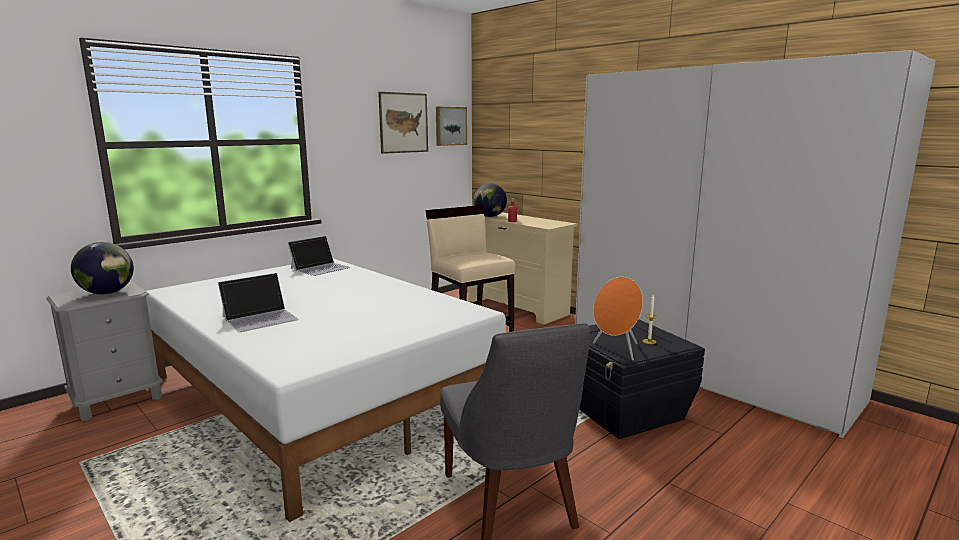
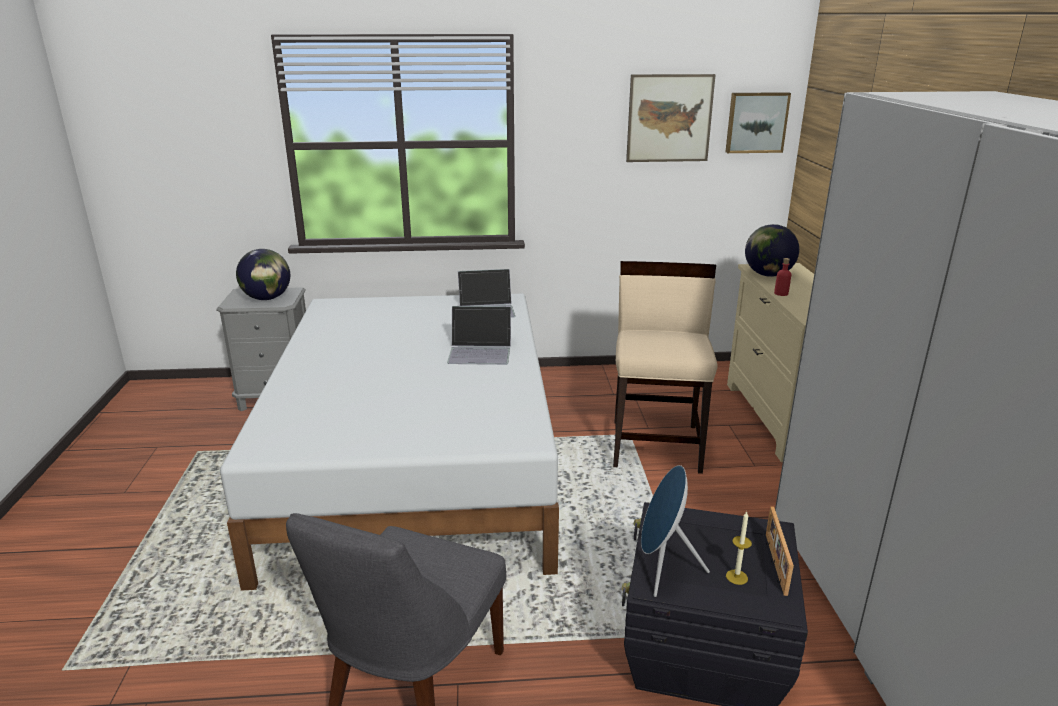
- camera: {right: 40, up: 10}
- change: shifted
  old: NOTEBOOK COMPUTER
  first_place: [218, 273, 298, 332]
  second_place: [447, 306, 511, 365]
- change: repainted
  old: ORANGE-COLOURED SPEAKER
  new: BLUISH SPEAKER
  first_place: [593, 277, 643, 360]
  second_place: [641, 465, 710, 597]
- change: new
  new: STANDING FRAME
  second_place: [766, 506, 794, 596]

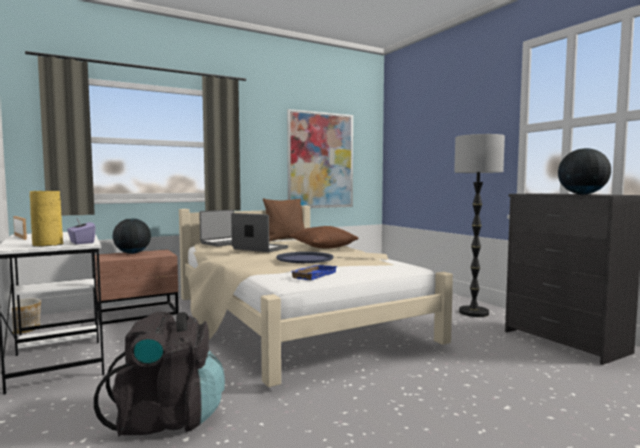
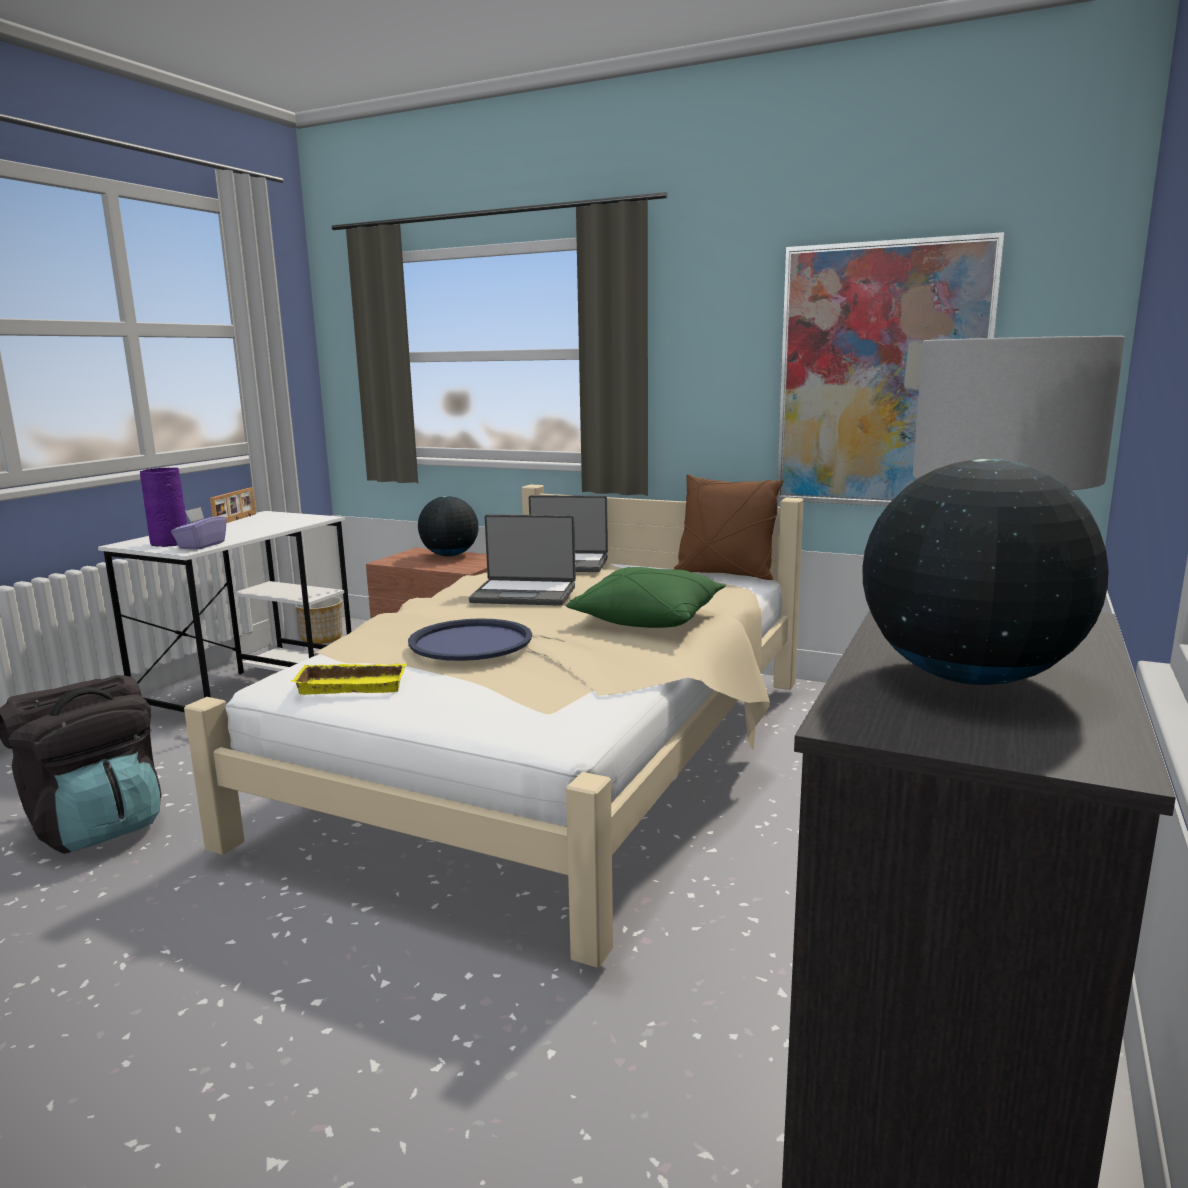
- camera: {right: 55, up: 10}
- change: repainted
  old: YELLOW FLOWER VASE
  new: PURPLISH FLOWER VASE
  first_place: [30, 191, 63, 247]
  second_place: [140, 468, 187, 547]
- change: rotated
  old: NOTEBOOK COMPUTER
  first_place: [231, 213, 288, 252]
  second_place: [469, 514, 576, 606]
  degrees: 105
- change: repainted
  old: BROWNISH PILLOW
  new: GREENISH PILLOW
  first_place: [290, 226, 359, 248]
  second_place: [566, 567, 726, 628]
- change: repainted
  old: BLUISH SERVING TRAY
  new: YELLOW SERVING TRAY
  first_place: [290, 265, 338, 280]
  second_place: [291, 663, 407, 695]

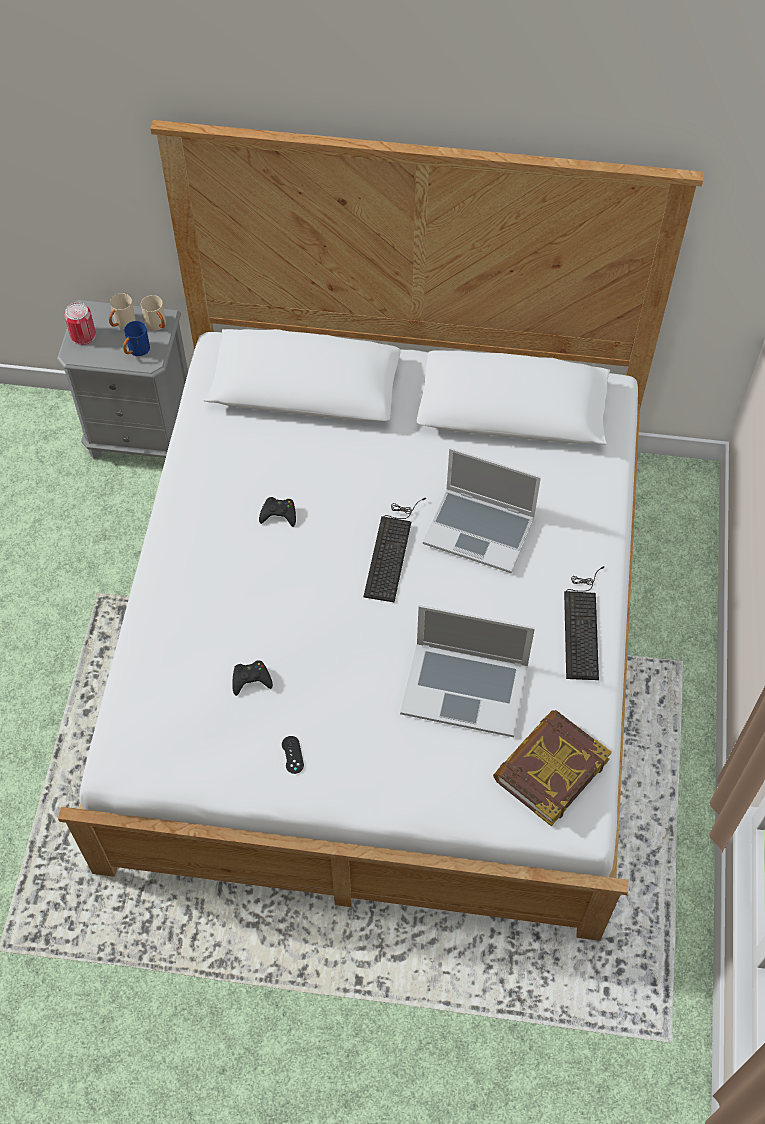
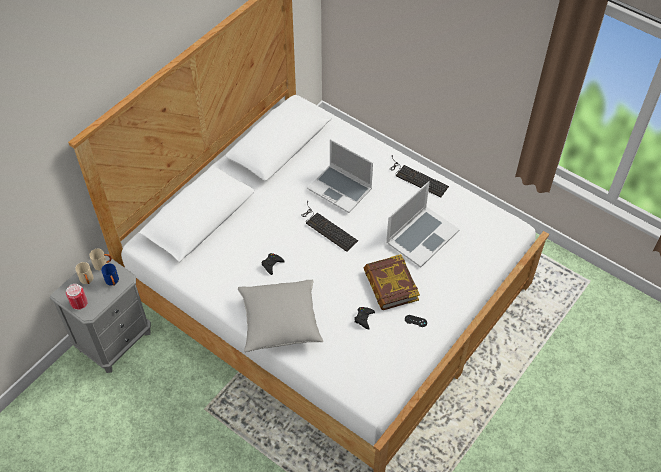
- camera: {right: -60, up: -5}
- change: rotated
  old: NOTEBOOK COMPUTER
  first_place: [423, 448, 541, 573]
  second_place: [307, 139, 373, 213]
  degrees: 75
- change: shifted
  old: BOUND BOOK
  first_place: [493, 710, 612, 826]
  second_place: [364, 254, 420, 310]
- change: new
  new: GREYISH PILLOW
  second_place: [238, 280, 323, 352]

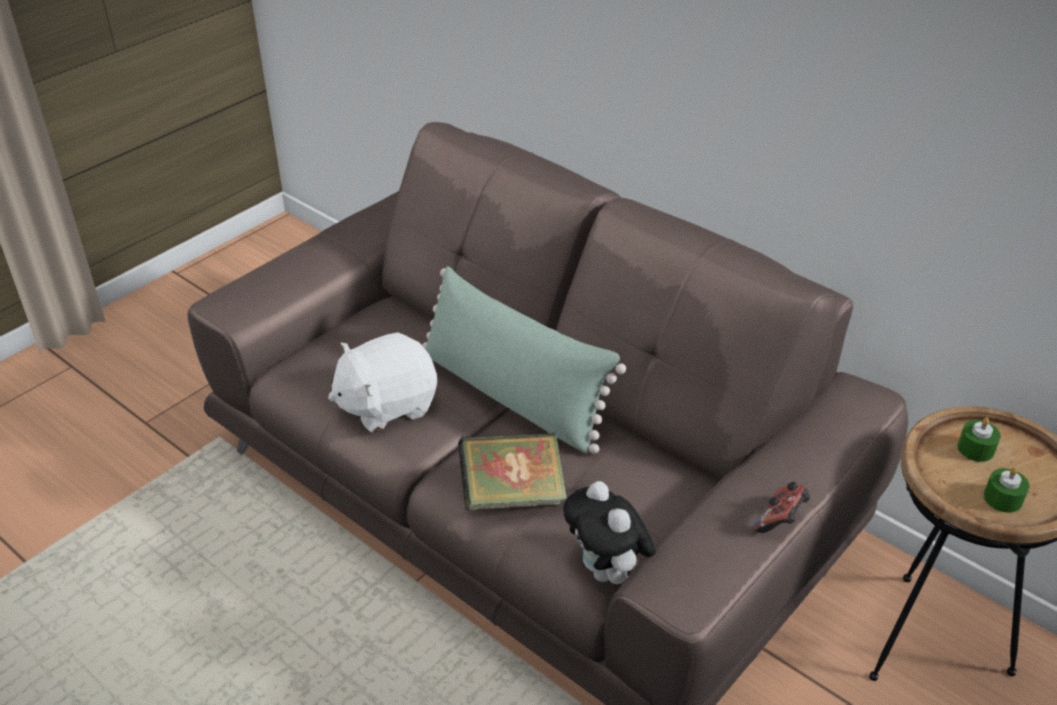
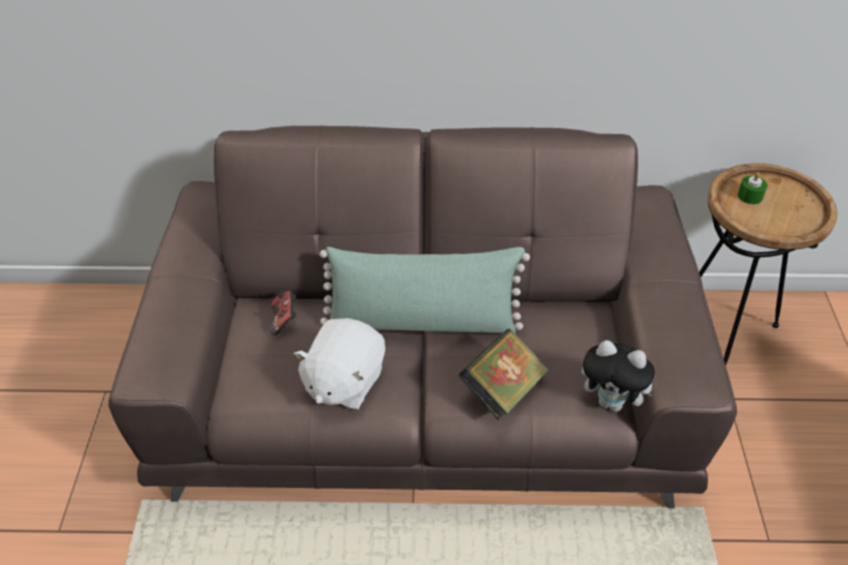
- camera: {right: -40, up: 5}
- change: gone
  old: GREENISH CANDLE
  first_place: [984, 467, 1030, 513]
- change: shifted
  old: JOYPAD
  first_place: [754, 482, 810, 533]
  second_place: [270, 291, 296, 335]

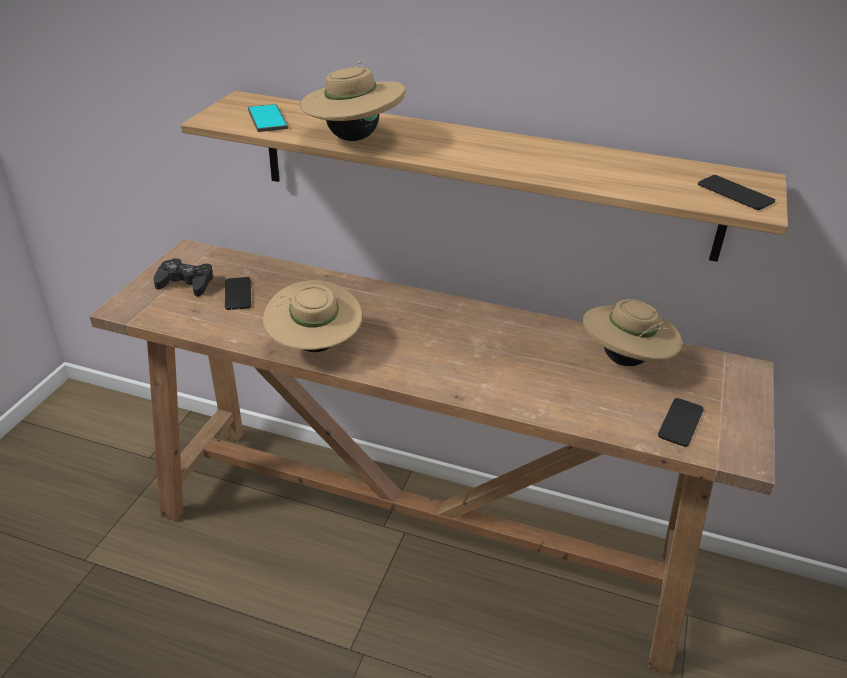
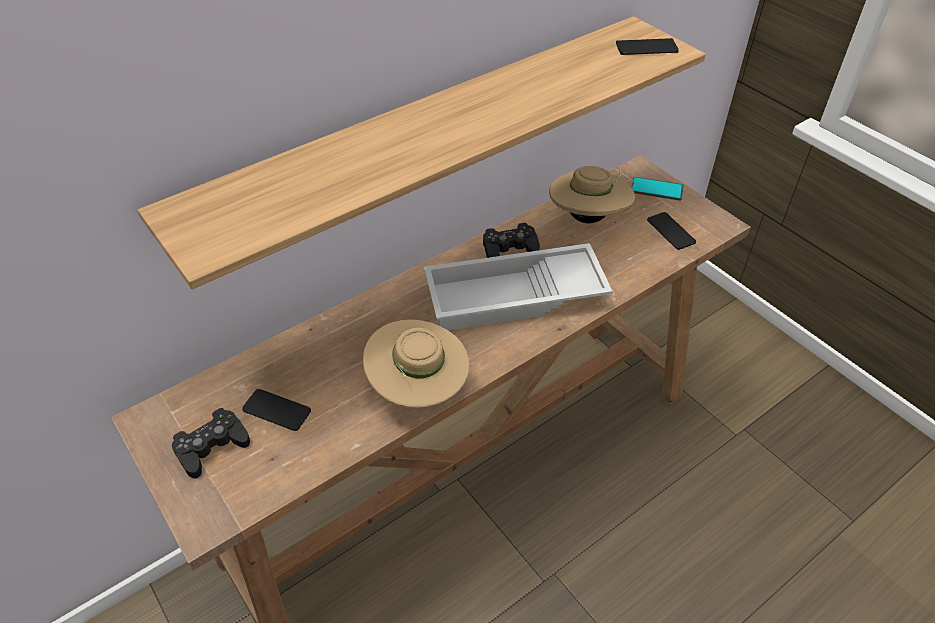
- camera: {right: -55, up: 10}
- change: gone
  old: BEIGE HAT
  first_place: [300, 59, 405, 141]
- change: shifted
  old: HANDSET
  first_place: [248, 104, 288, 132]
  second_place: [632, 177, 684, 201]
- change: new
  new: BLACKISH JOYPAD
  second_place: [483, 222, 540, 258]
- change: new
  new: WHITISH SERVING TRAY
  second_place: [424, 243, 613, 330]

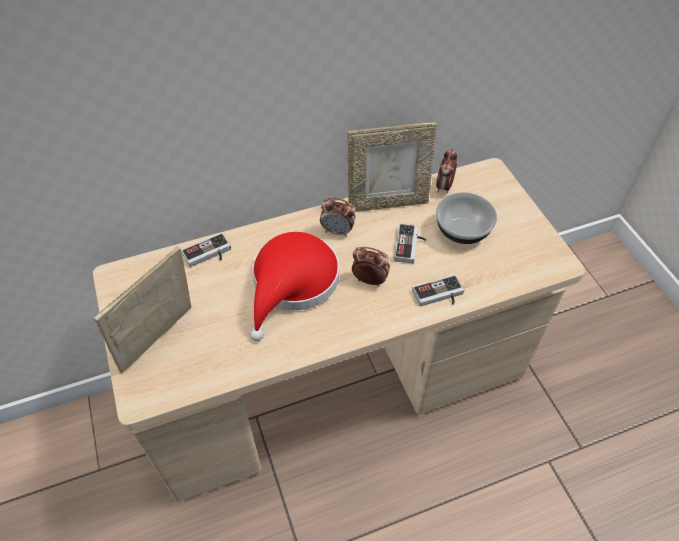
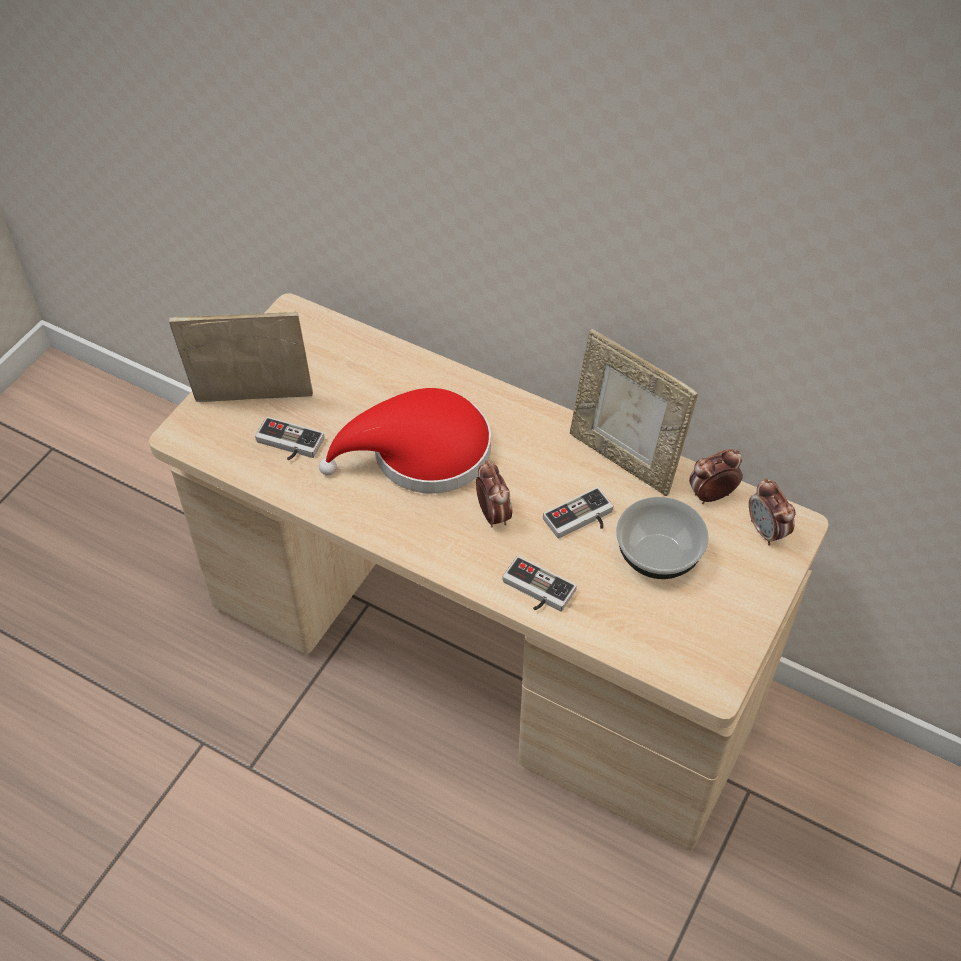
- camera: {right: 50, up: 0}
- change: shifted
  old: TABLE CLOCK
  first_place: [320, 198, 355, 237]
  second_place: [749, 478, 795, 546]
- change: shifted
  old: JOYPAD
  first_place: [181, 233, 231, 267]
  second_place: [255, 417, 324, 460]

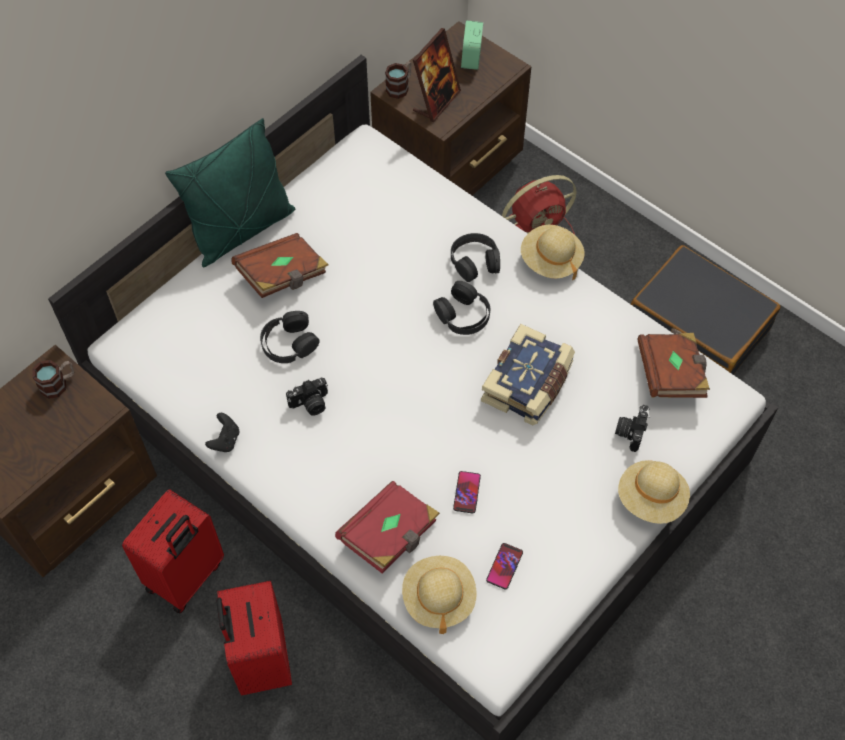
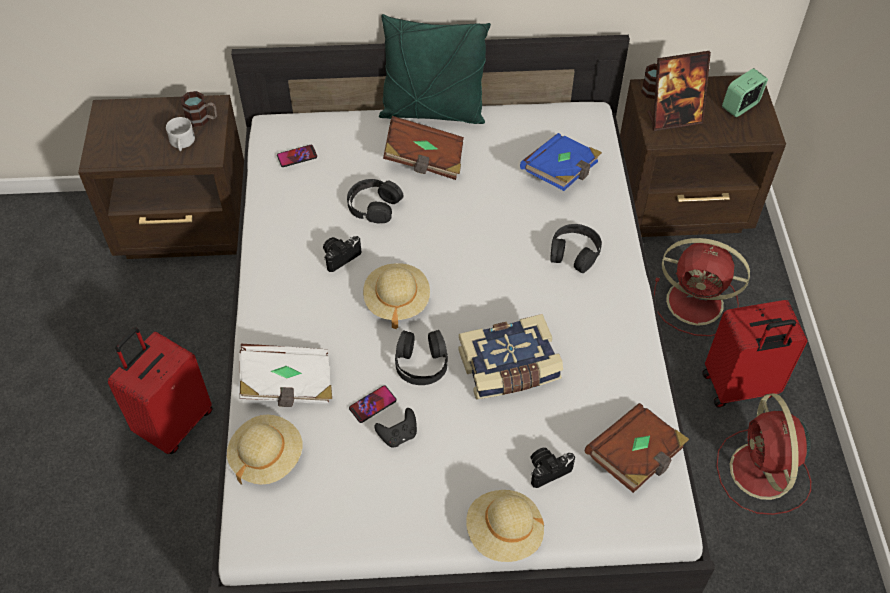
- camera: {right: 45, up: -5}
- change: shifted
  old: BEIGE HAT
  first_place: [521, 225, 584, 280]
  second_place: [363, 263, 430, 329]
- change: swapped
  old: BLACKISH SUITCASE
  new: RED FAN
  first_place: [631, 245, 780, 375]
  second_place: [716, 394, 811, 515]
- change: shifted
  old: BLACKISH HEADSET
  first_place: [433, 281, 490, 335]
  second_place: [395, 330, 448, 385]
- change: rotated
  old: STILL CAMERA
  first_place: [286, 378, 328, 416]
  second_place: [323, 236, 361, 272]
  degrees: 120
- change: shifted
  old: BLACKISH JOYPAD
  first_place: [205, 413, 239, 452]
  second_place: [375, 408, 417, 447]
- change: repainted
  old: RED BOUND BOOK
  new: WHITISH BOUND BOOK
  first_place: [335, 481, 440, 574]
  second_place: [239, 343, 332, 407]
- change: shifted
  old: RED SUITCASE
  first_place: [122, 489, 224, 613]
  second_place: [702, 300, 807, 408]
- change: shifted
  old: HANDSET
  first_place: [486, 543, 523, 590]
  second_place: [277, 145, 317, 167]
- change: new
  new: WHITISH COFFEE MUG
  second_place: [166, 117, 195, 151]
- change: new
  new: BLUISH BOUND BOOK
  second_place: [520, 133, 602, 191]

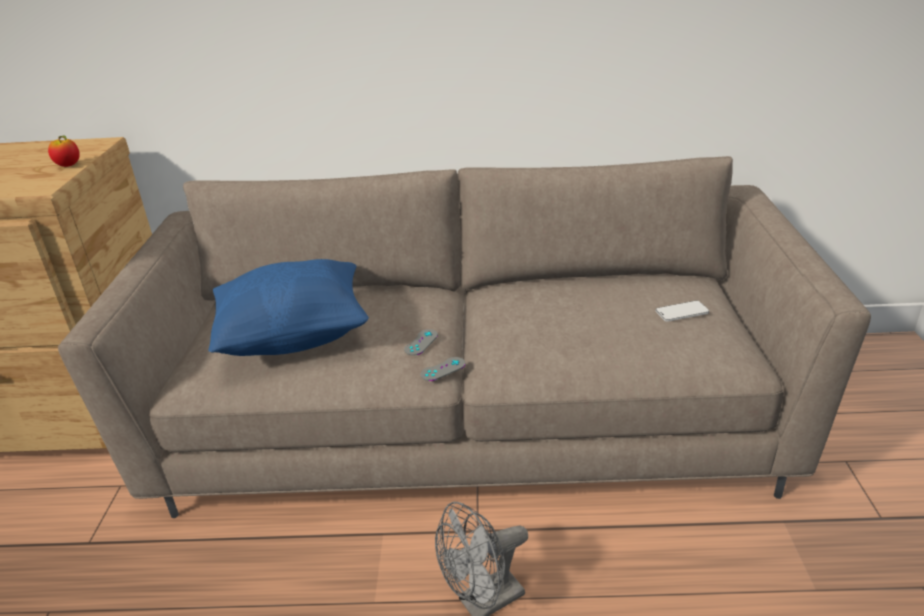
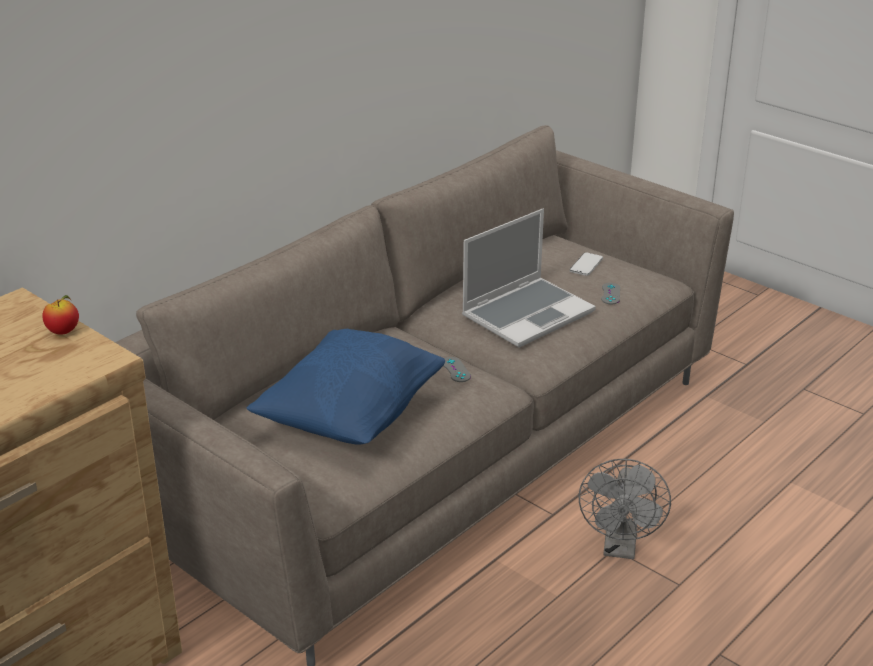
- camera: {right: -50, up: 0}
- change: shifted
  old: GREYISH JOYPAD
  first_place: [420, 357, 465, 381]
  second_place: [601, 283, 620, 304]
- change: new
  new: NOTEBOOK COMPUTER
  second_place: [462, 209, 596, 347]

